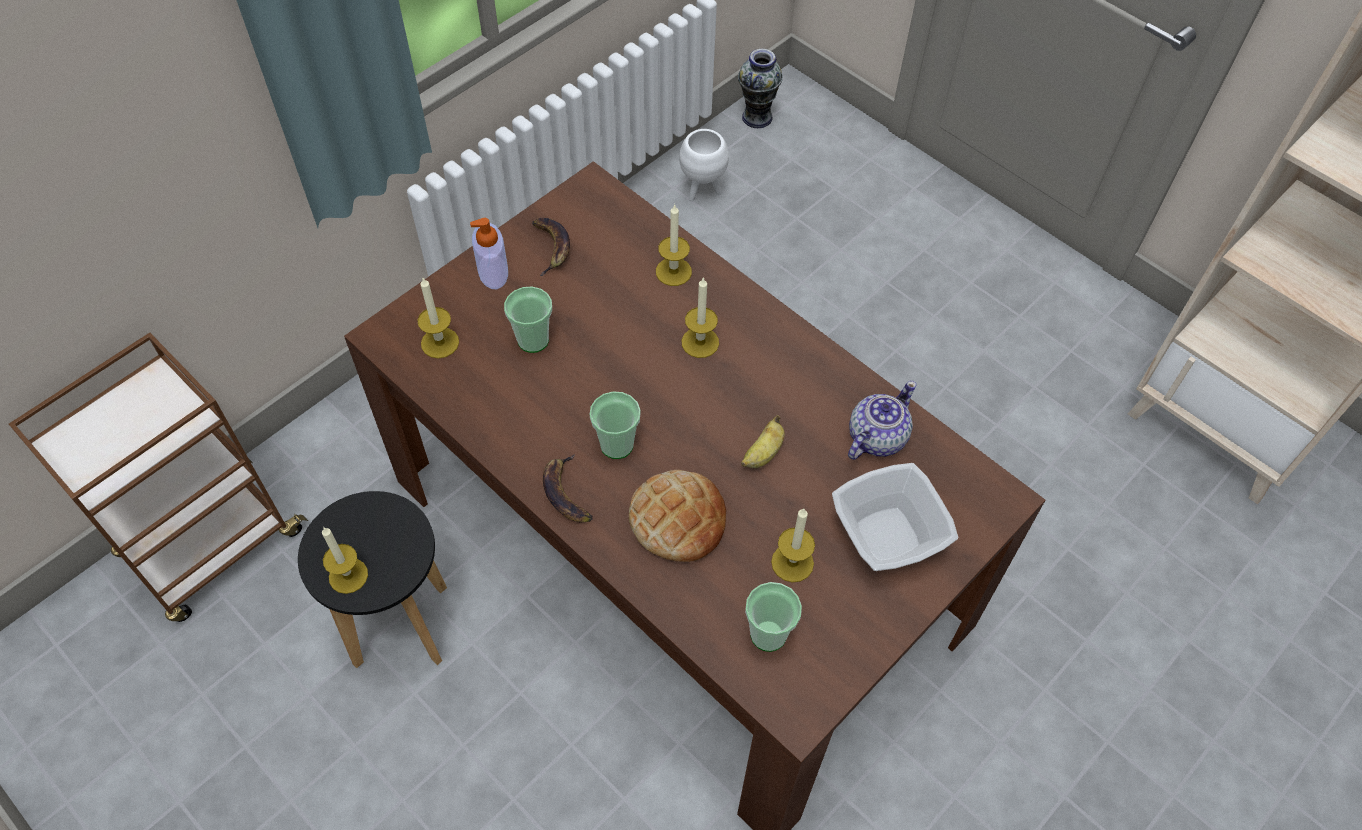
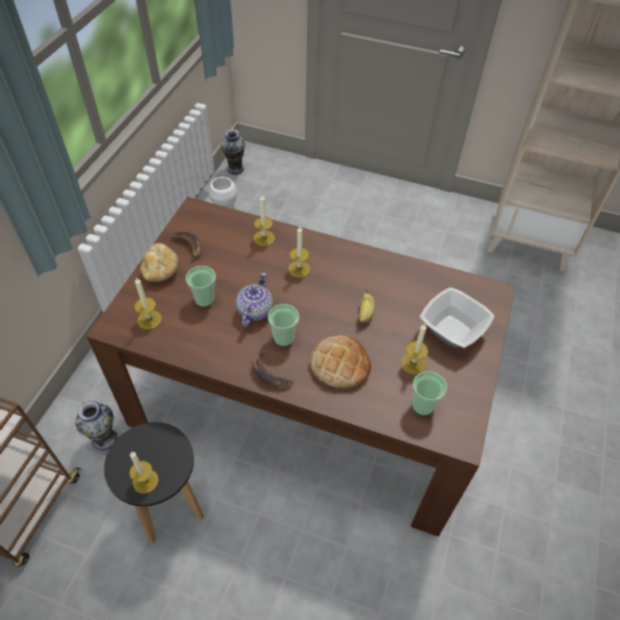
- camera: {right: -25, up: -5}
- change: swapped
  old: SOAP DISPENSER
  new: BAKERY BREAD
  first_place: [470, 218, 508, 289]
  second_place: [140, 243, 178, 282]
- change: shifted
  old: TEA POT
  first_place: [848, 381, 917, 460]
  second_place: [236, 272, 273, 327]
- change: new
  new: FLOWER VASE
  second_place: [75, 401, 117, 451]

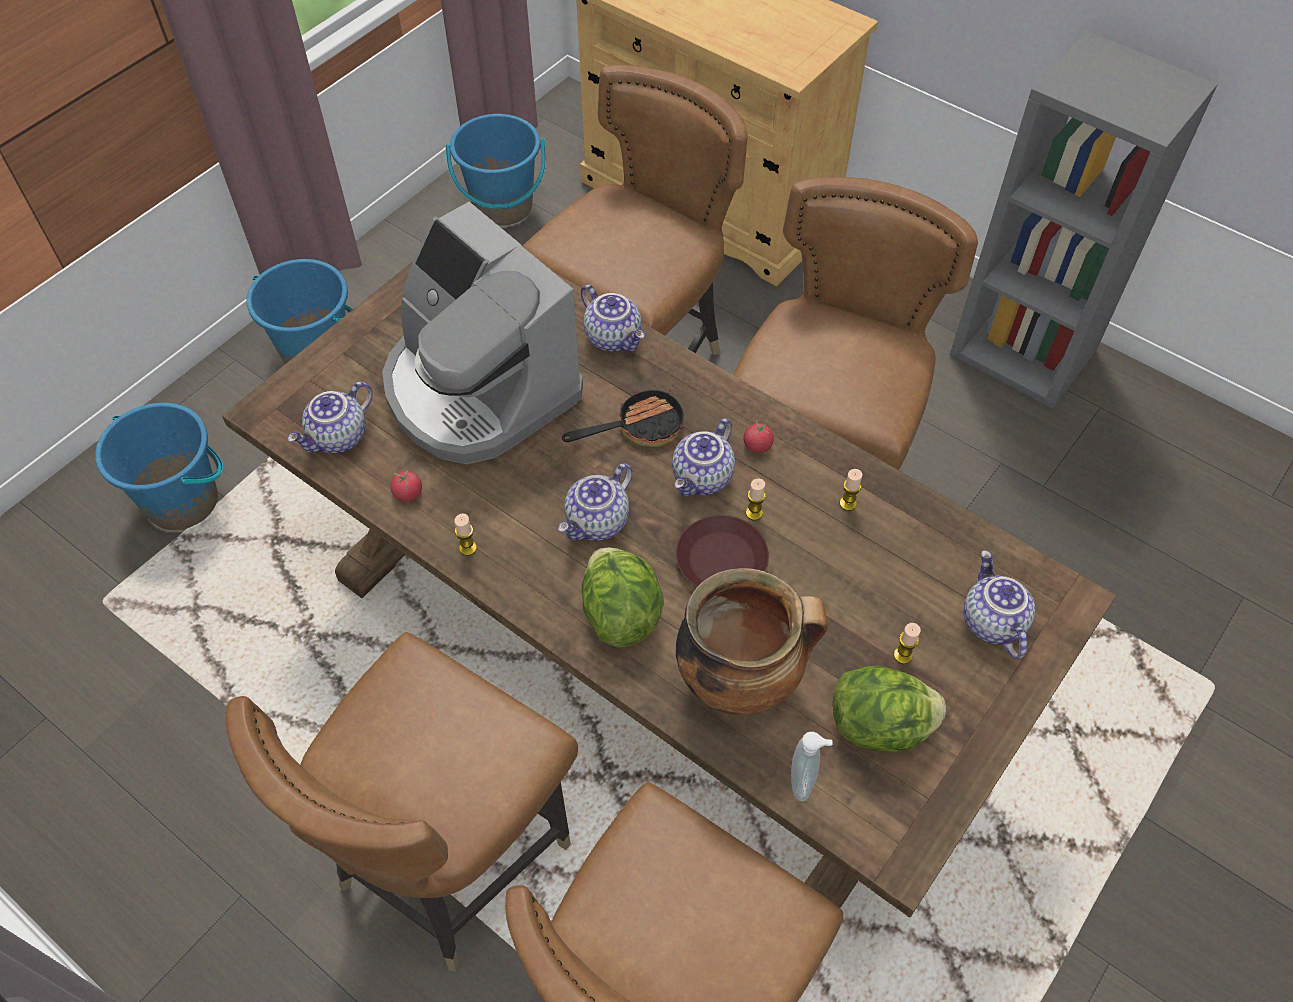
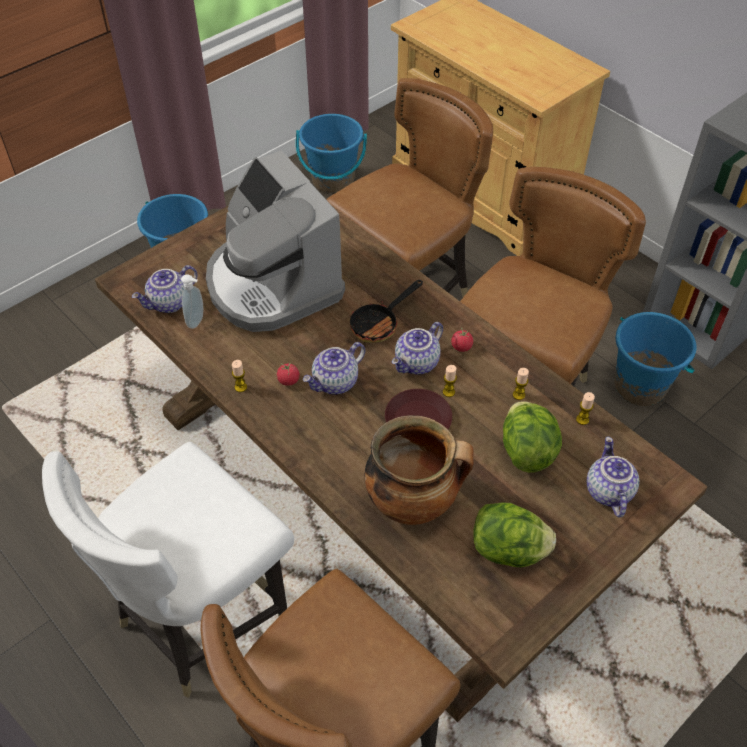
- camera: {right: 10, up: -5}
- change: gone
  old: TEA POT
  first_place: [581, 284, 645, 352]
- change: rotated
  old: FRYING PAN
  first_place: [562, 384, 684, 447]
  second_place: [350, 280, 423, 343]
  degrees: 150
- change: shifted
  old: BLUISH PAIL
  first_place: [95, 403, 223, 530]
  second_place: [614, 312, 696, 406]
- change: shifted
  old: TOMATO
  first_place: [390, 470, 422, 502]
  second_place: [277, 363, 299, 386]
- change: shifted
  old: LETTUCE
  first_place: [582, 547, 664, 647]
  second_place: [503, 401, 562, 473]
- change: shifted
  old: CANDLE
  first_place: [894, 623, 921, 664]
  second_place: [576, 392, 595, 425]
- change: repainted
  old: BROWNISH CHAIR
  new: WHITISH CHAIR
  first_place: [226, 632, 578, 972]
  second_place: [42, 442, 294, 698]
- change: shifted
  old: SOAP DISPENSER
  first_place: [791, 731, 833, 801]
  second_place: [181, 274, 204, 329]

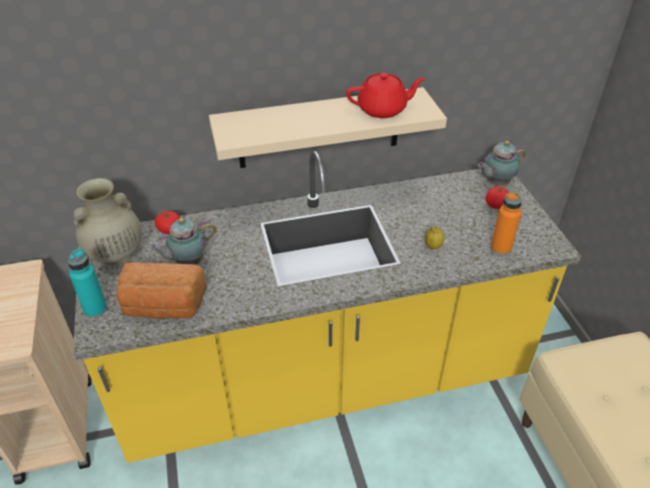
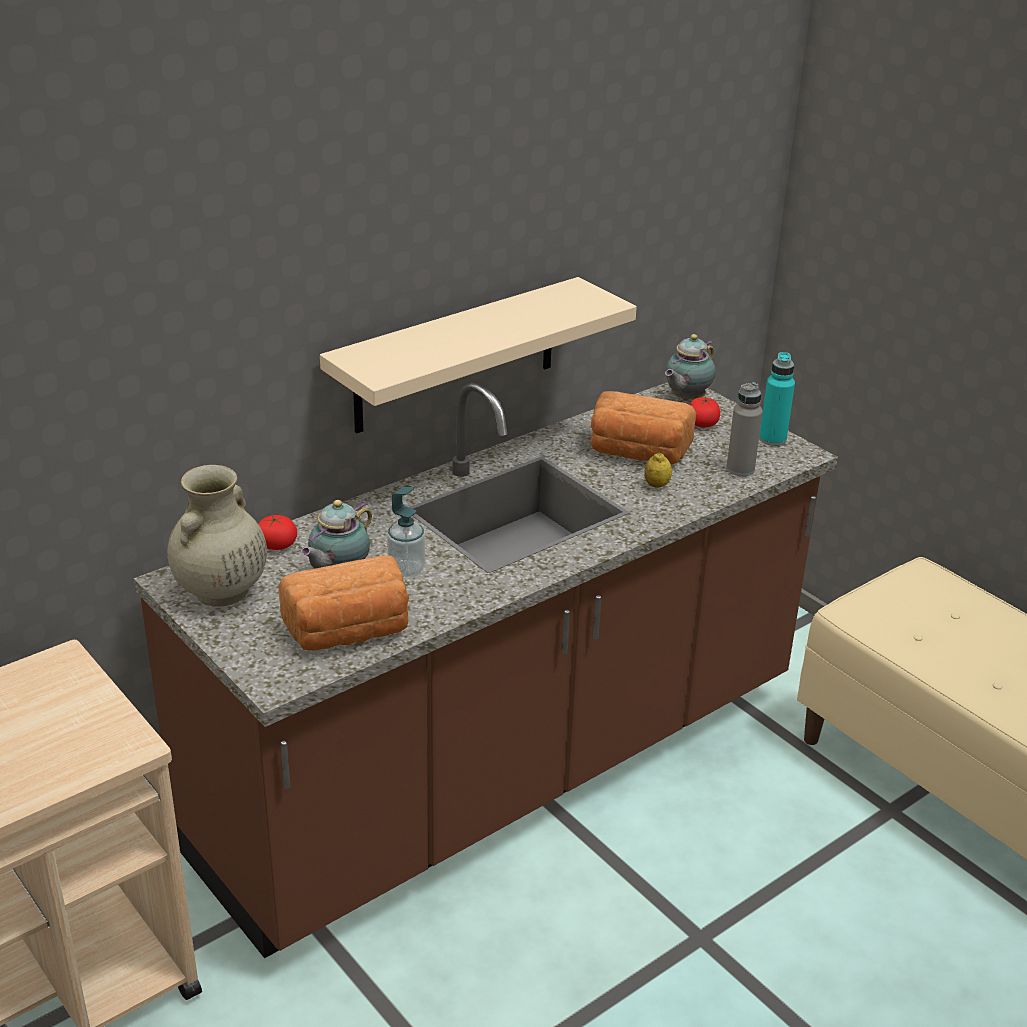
- camera: {right: -25, up: -10}
- change: gone
  old: RED TEA POT
  first_place: [346, 73, 426, 118]
- change: repainted
  old: YELLOW KITCHEN COUNTER
  new: BROWNISH KITCHEN COUNTER
  first_place: [73, 151, 581, 463]
  second_place: [134, 382, 838, 958]
- change: repainted
  old: ORANGE-COLOURED BOTTLE
  new: GREYISH BOTTLE
  first_place: [491, 192, 522, 255]
  second_place: [726, 382, 763, 476]
- change: shifted
  old: TURQUOISE-COLOURED BOTTLE
  first_place: [68, 248, 107, 318]
  second_place: [759, 352, 795, 446]
- change: new
  new: BAKERY BREAD
  second_place: [591, 391, 696, 464]
- change: new
  new: SOAP DISPENSER
  second_place: [387, 487, 425, 577]

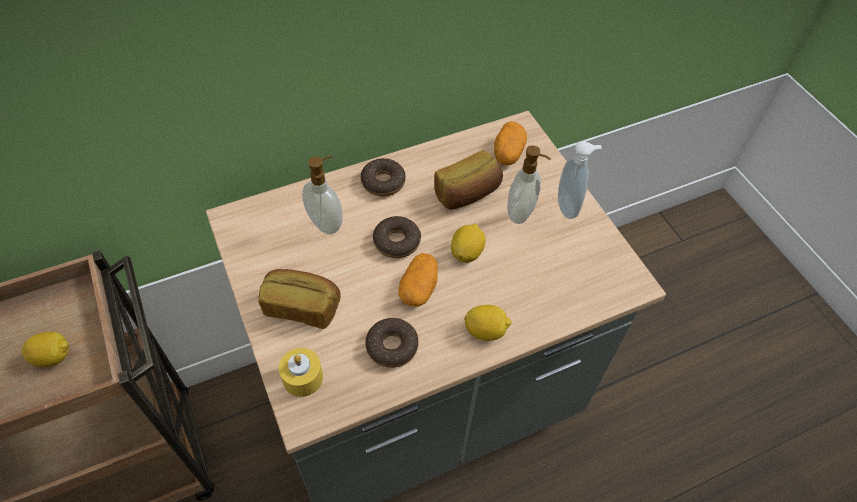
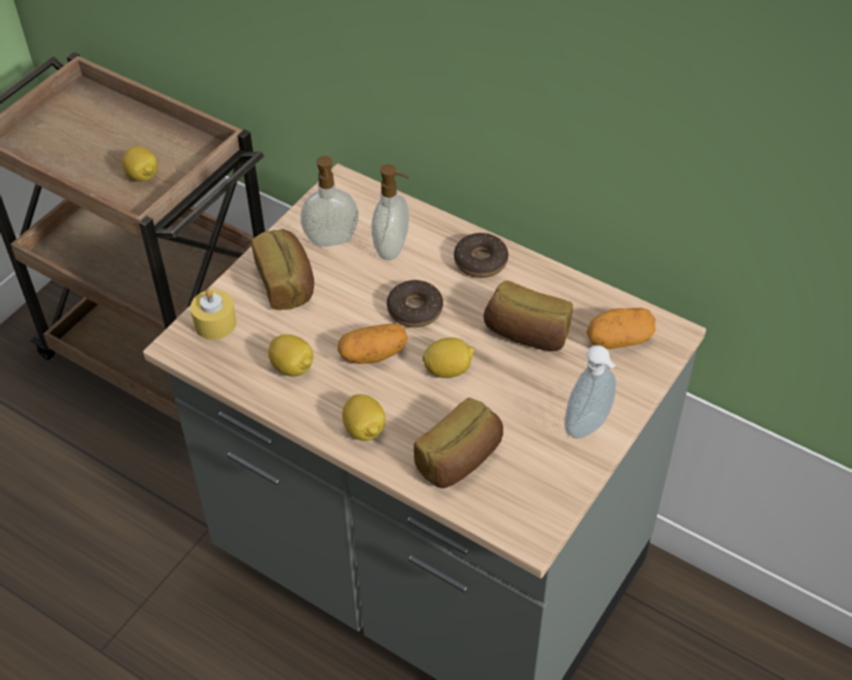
- camera: {right: 60, up: -5}
- change: shifted
  old: SOAP DISPENSER
  first_place: [507, 145, 551, 224]
  second_place: [300, 156, 359, 247]
- change: swapped
  old: RING DOUGHNUT
  new: CITRUS FRUIT
  first_place: [365, 318, 419, 368]
  second_place: [268, 334, 313, 377]
- change: new
  new: BAKERY BREAD
  second_place: [414, 398, 503, 488]

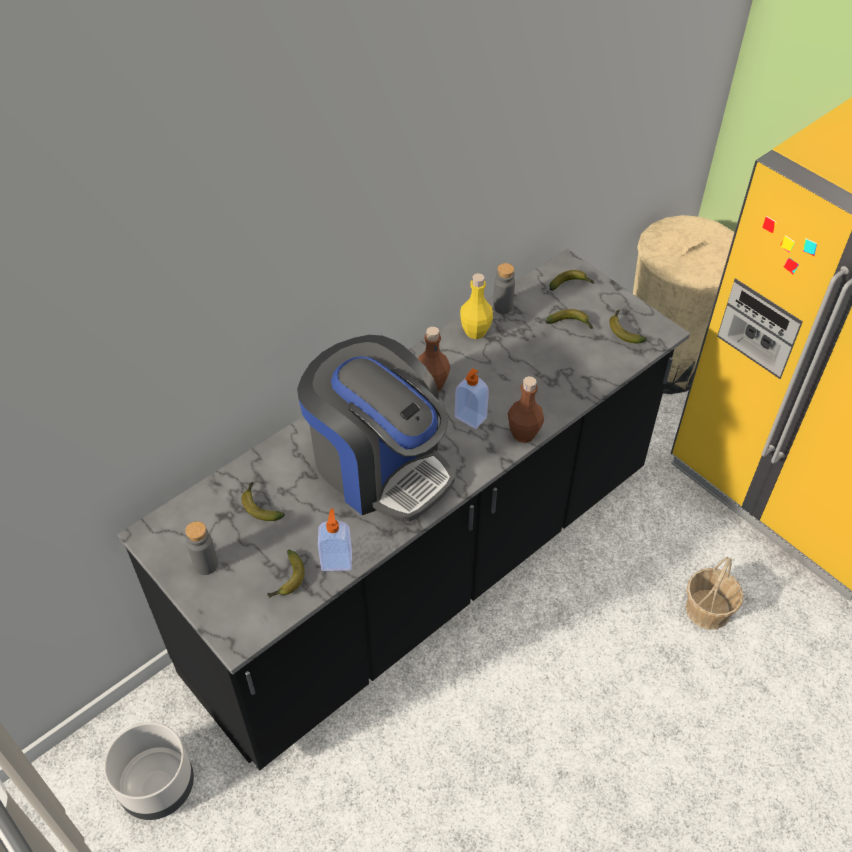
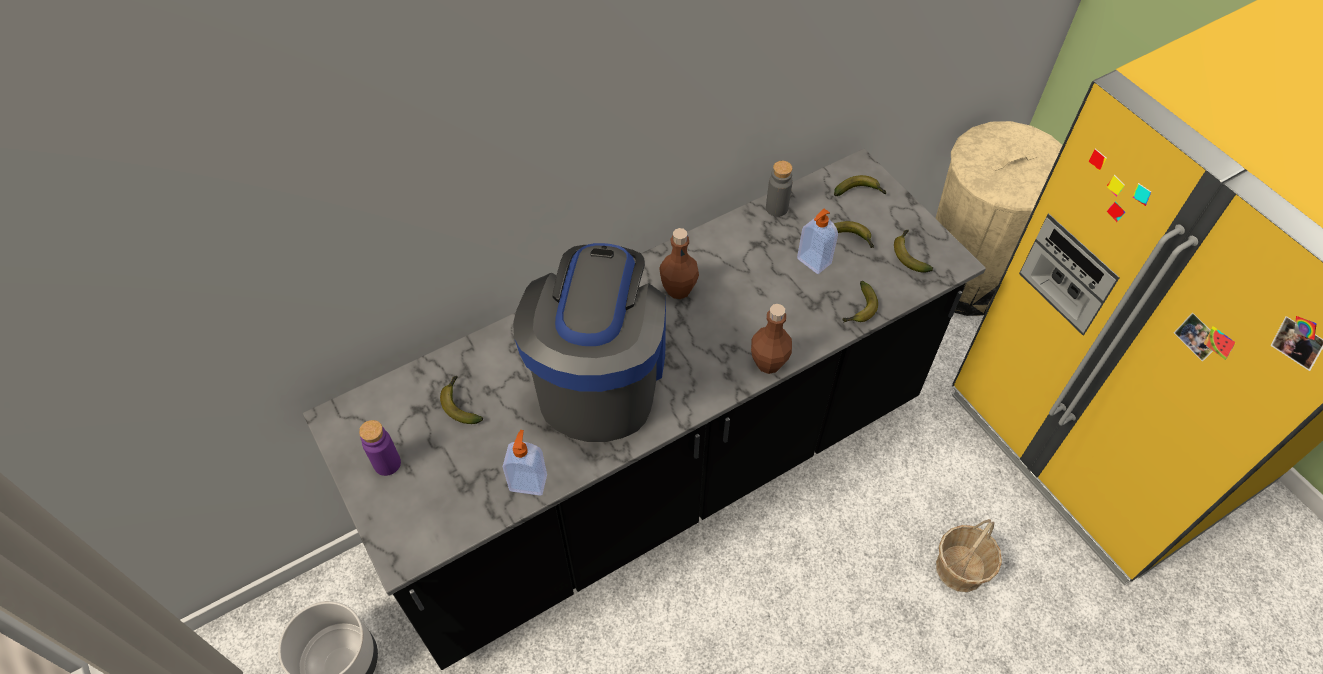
- camera: {right: 10, up: 5}
- change: gone
  old: YELLOW BOTTLE
  first_place: [460, 273, 493, 339]
- change: rotated
  old: COFFEE MAKER
  first_place: [297, 335, 455, 522]
  second_place: [513, 243, 666, 442]
  degrees: -135
- change: shifted
  old: SOAP DISPENSER
  first_place: [455, 368, 489, 429]
  second_place: [797, 209, 838, 274]
- change: repainted
  old: GREYISH BOTTLE
  new: PURPLISH BOTTLE
  first_place: [185, 521, 218, 575]
  second_place: [359, 420, 401, 476]
- change: shifted
  old: BANANA
  first_place: [267, 550, 304, 598]
  second_place: [843, 281, 878, 322]

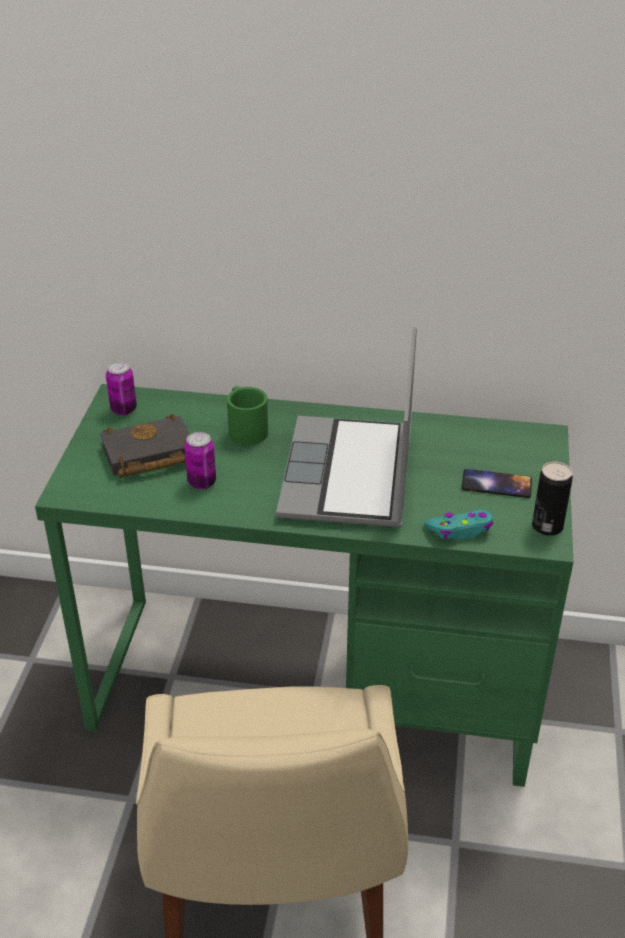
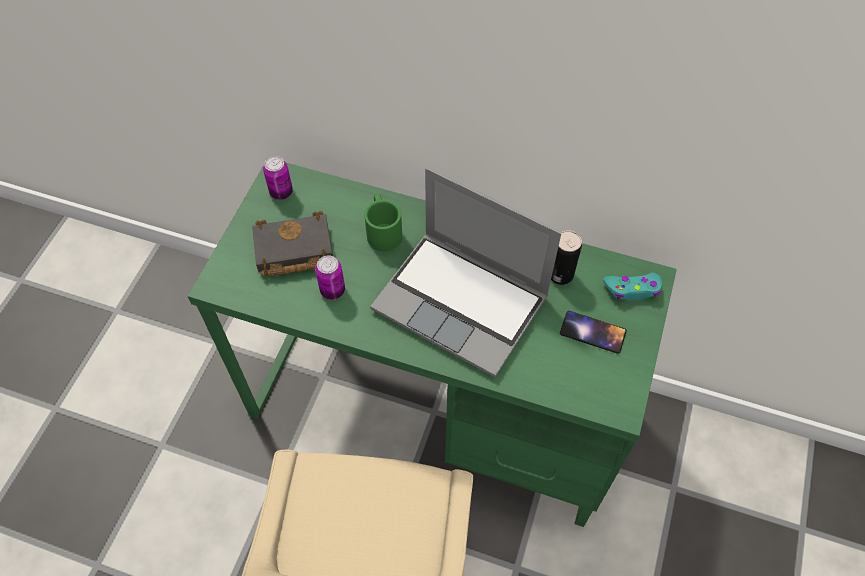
- camera: {right: 10, up: 20}
- change: rotated
  old: NOTEBOOK COMPUTER
  first_place: [276, 327, 417, 528]
  second_place: [370, 167, 562, 377]
  degrees: -75
- change: shifted
  old: SEALED CAN
  first_place: [532, 462, 573, 536]
  second_place: [551, 230, 582, 285]
- change: shifted
  old: TURQUOISE-COLOURED JOYPAD
  first_place: [424, 510, 493, 540]
  second_place: [603, 273, 662, 300]

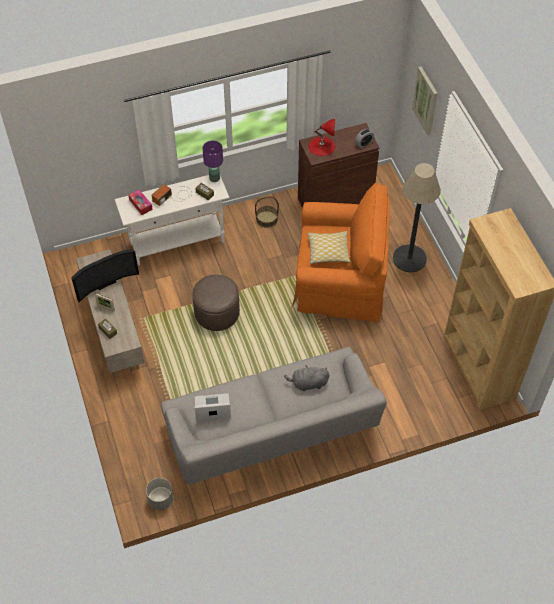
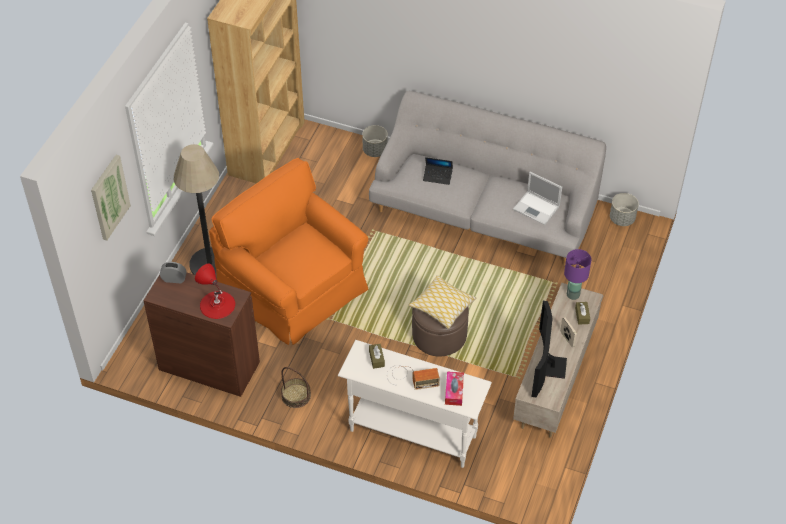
- camera: {right: -140, up: -5}
- change: shifted
  old: PURPLISH TABLETOP LAMP
  first_place: [203, 141, 223, 182]
  second_place: [564, 249, 592, 300]
- change: shifted
  old: PILLOW
  first_place: [308, 231, 351, 264]
  second_place: [408, 275, 476, 329]
- change: rotated
  old: TV SET
  first_place: [71, 249, 139, 302]
  second_place: [531, 301, 567, 397]
  degrees: -90
- change: swapped
  old: GREYISH SOFT TOY
  new: NOTEBOOK COMPUTER
  first_place: [284, 365, 329, 391]
  second_place: [423, 157, 453, 185]
- change: new
  new: GREYISH PLANTER
  second_place: [362, 125, 388, 157]

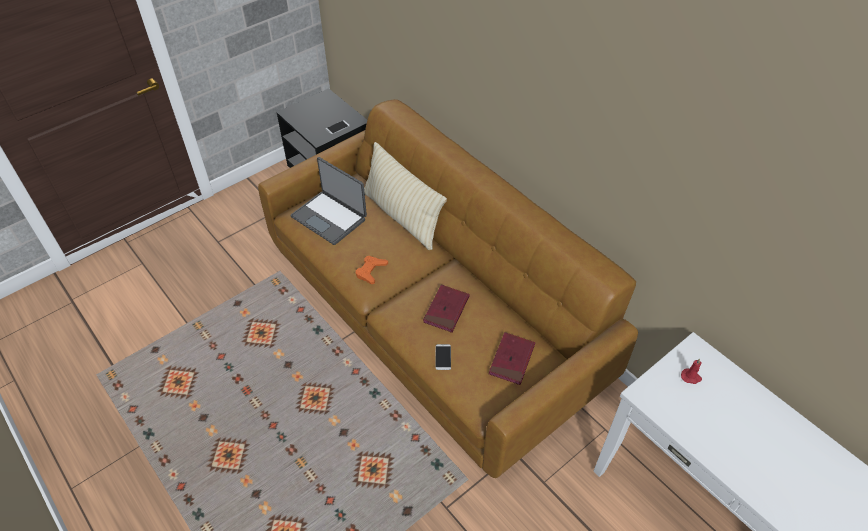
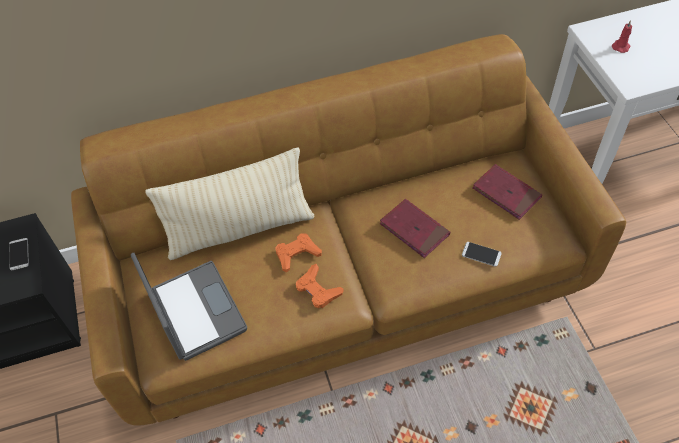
- camera: {right: -65, up: 5}
- change: rotated
  old: NOTEBOOK COMPUTER
  first_place: [291, 157, 367, 245]
  second_place: [131, 253, 247, 361]
  degrees: -90
- change: new
  new: ORANGE-COLOURED JOYPAD
  second_place: [276, 233, 322, 272]

